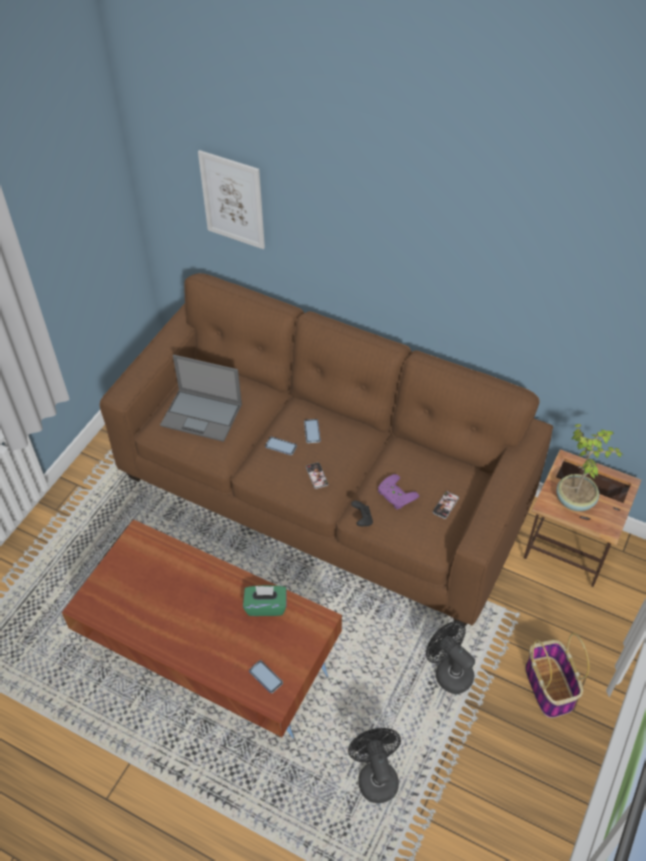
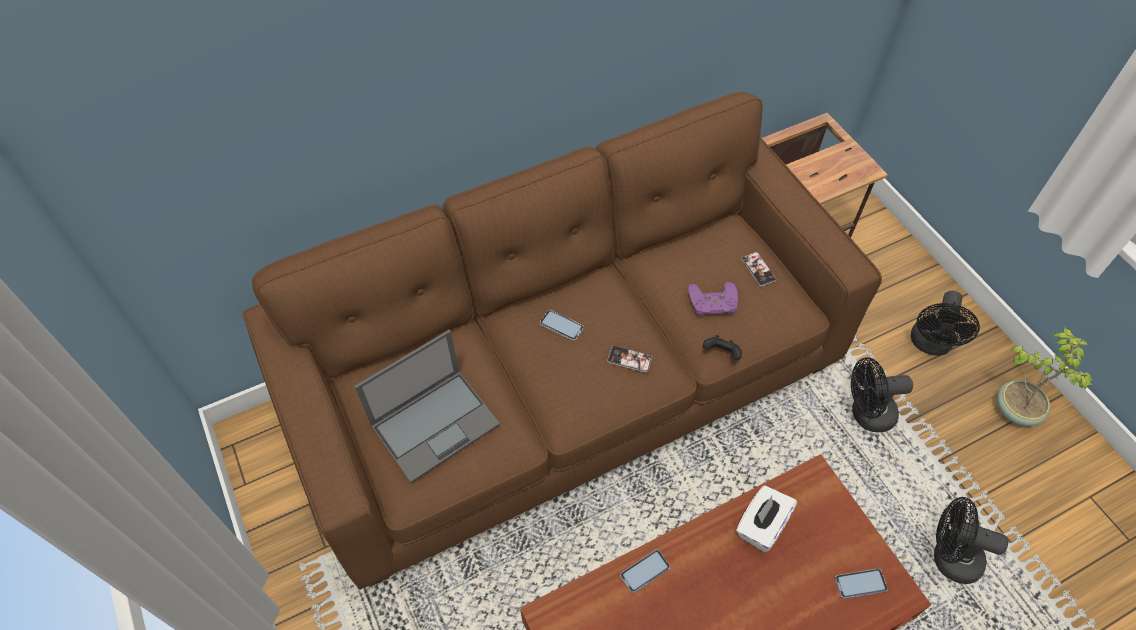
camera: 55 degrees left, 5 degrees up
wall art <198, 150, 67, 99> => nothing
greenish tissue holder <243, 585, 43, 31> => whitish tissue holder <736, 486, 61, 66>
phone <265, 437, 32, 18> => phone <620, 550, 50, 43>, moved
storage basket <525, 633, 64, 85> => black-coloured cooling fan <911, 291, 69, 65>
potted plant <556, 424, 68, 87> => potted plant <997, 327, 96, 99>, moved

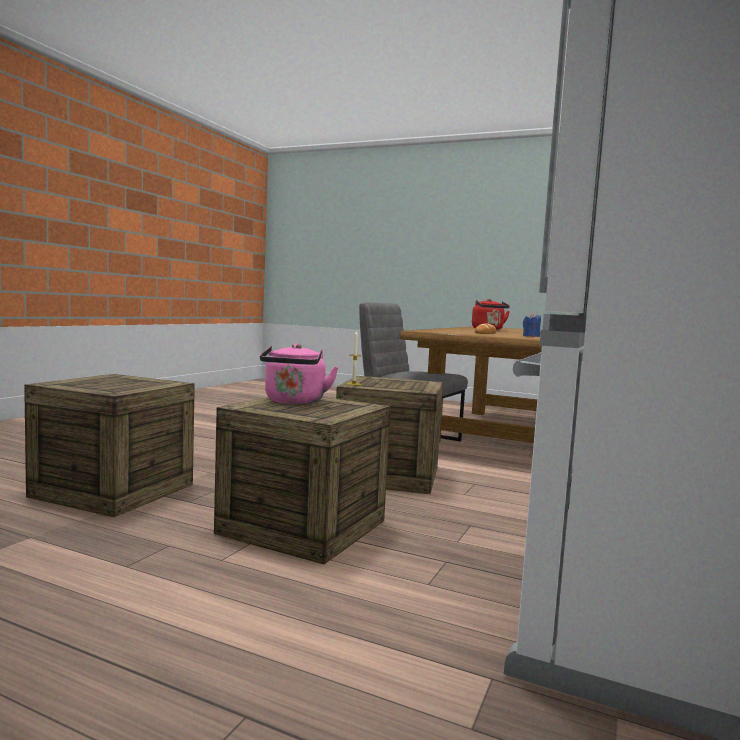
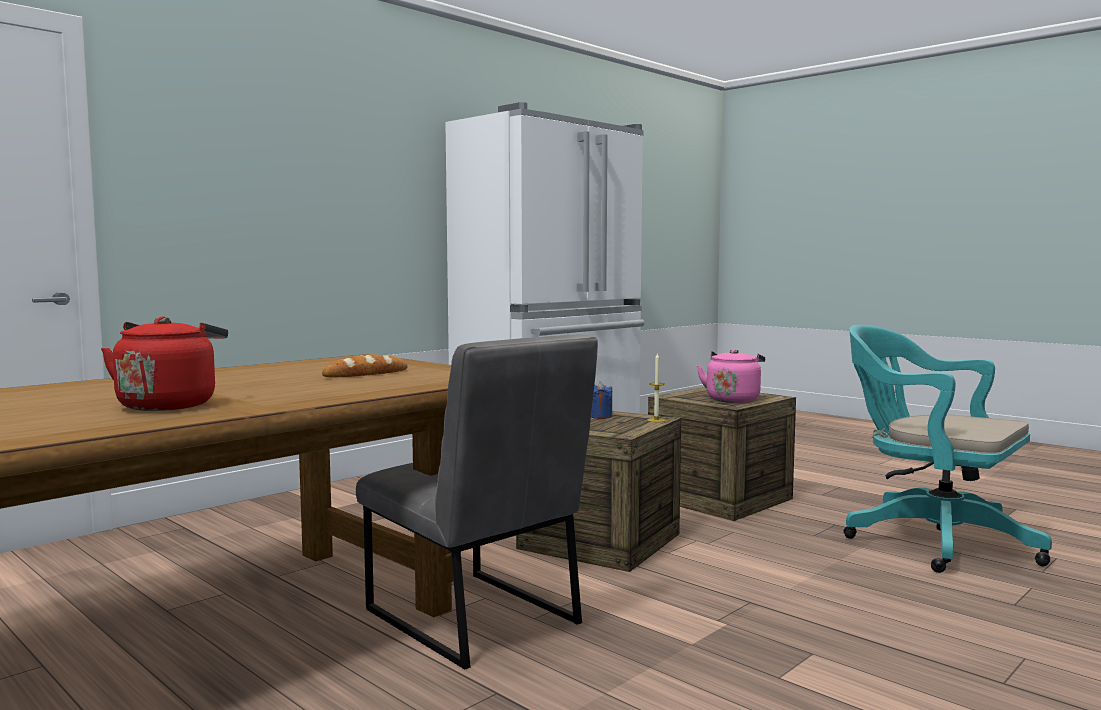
camera: 160 degrees left, 0 degrees up
crate <24, 374, 171, 143> => blue-green computer chair <843, 325, 209, 248>
blue wax candle <523, 313, 18, 24> => blue wax candle <591, 382, 21, 37>, moved

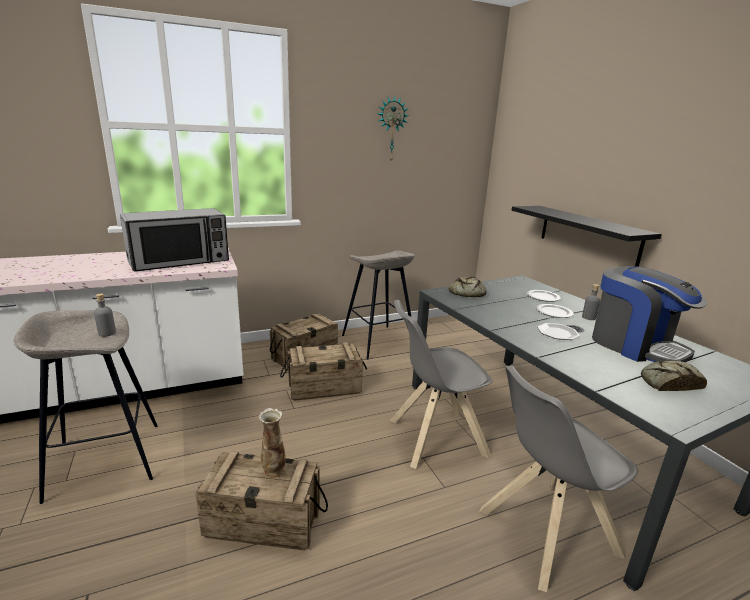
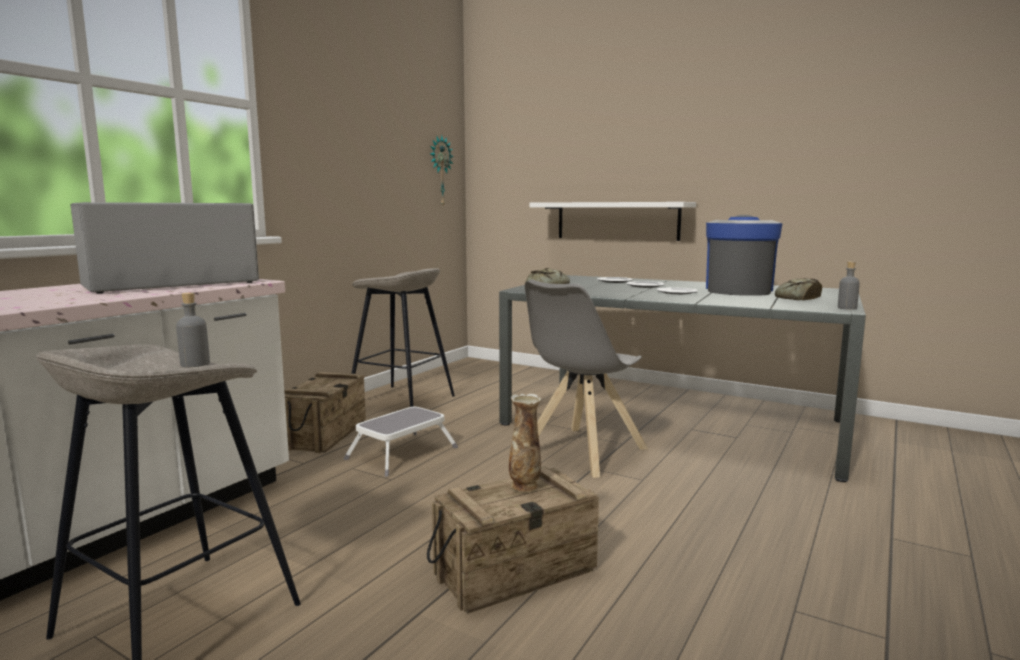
camera: 35 degrees left, 10 degrees down
kitchen microwave <120, 208, 109, 64> => kitchen microwave <71, 202, 188, 92>, 150 degrees counterclockwise
crate <280, 342, 87, 59> => gray step stool <343, 407, 115, 70>
clock on the wall <378, 95, 31, 66> => clock on the wall <430, 135, 24, 70>, moved
gray chair <479, 365, 159, 227> => nothing
black-coloured bracket shelf <512, 206, 150, 61> => whitish bracket shelf <529, 202, 167, 39>
gray drink bottle <582, 284, 18, 36> => gray drink bottle <838, 261, 22, 49>, moved
coffee machine <592, 266, 115, 97> => coffee machine <706, 215, 77, 81>, 90 degrees counterclockwise

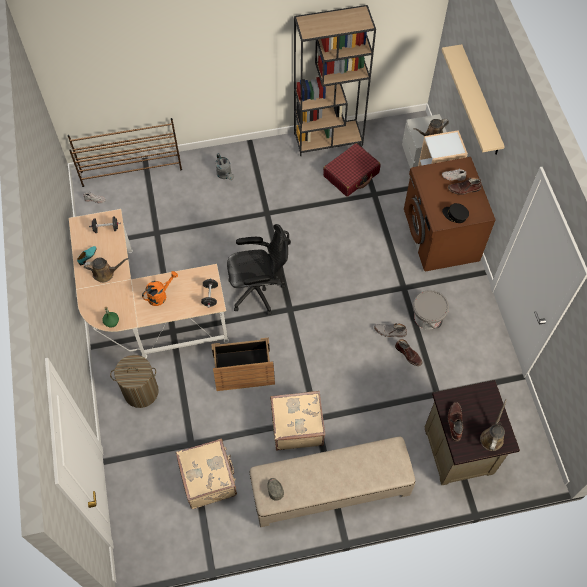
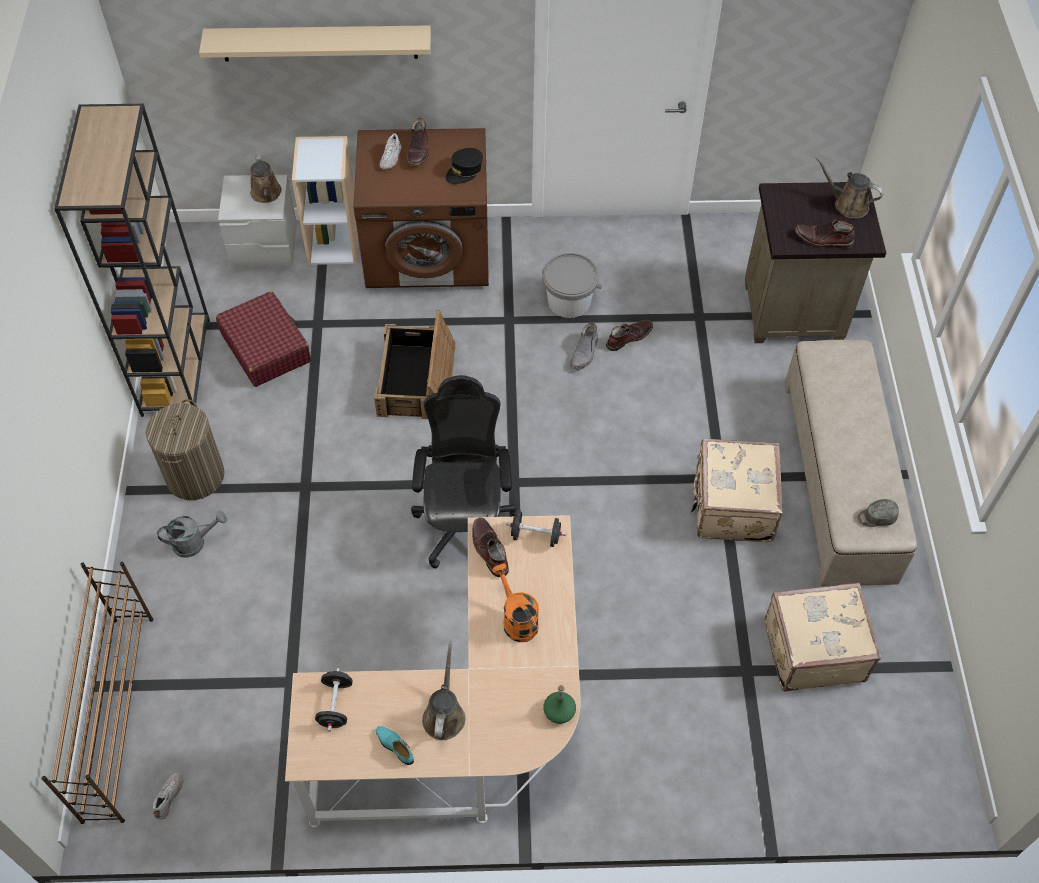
camera: 80 degrees left, 5 degrees down
hamper <110, 355, 49, 53> => hamper <146, 399, 79, 101>, moved
crate <212, 338, 63, 53> => crate <374, 310, 82, 109>, moved
nothing => brownish boot <472, 517, 37, 60>

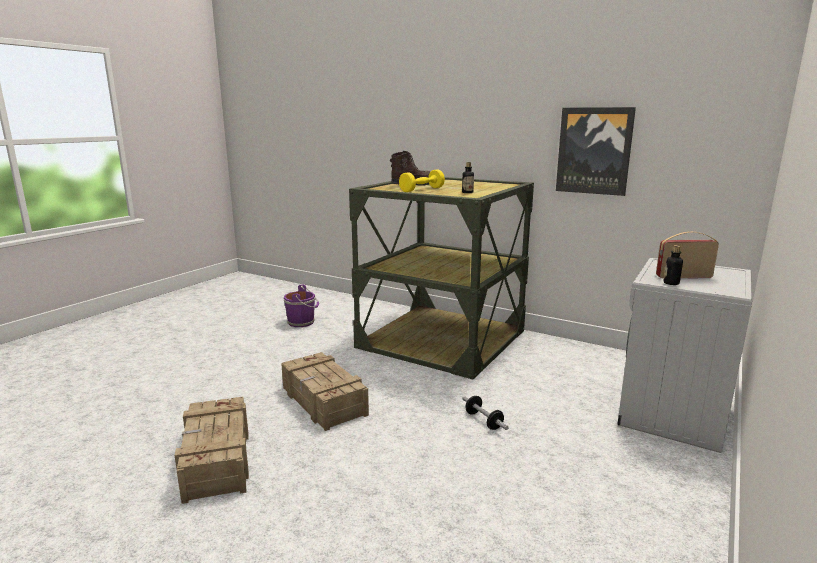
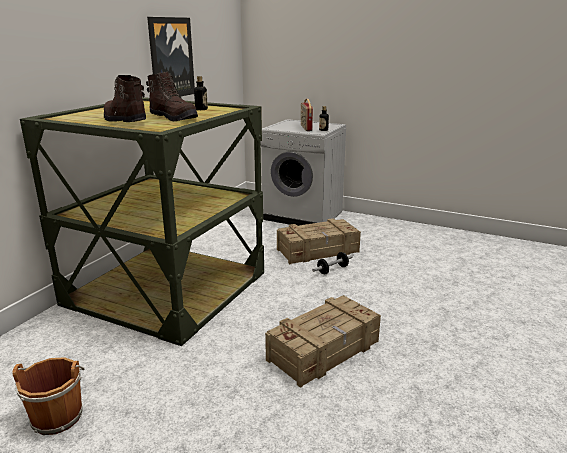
camera: 95 degrees left, 5 degrees up
crate <174, 397, 75, 107> => crate <277, 218, 84, 46>, moved
purple-coloured water bucket <284, 284, 35, 43> => brownish water bucket <12, 357, 72, 78>
yellow-coloured dumbbell <399, 169, 46, 23> => brownish boot <146, 72, 52, 49>

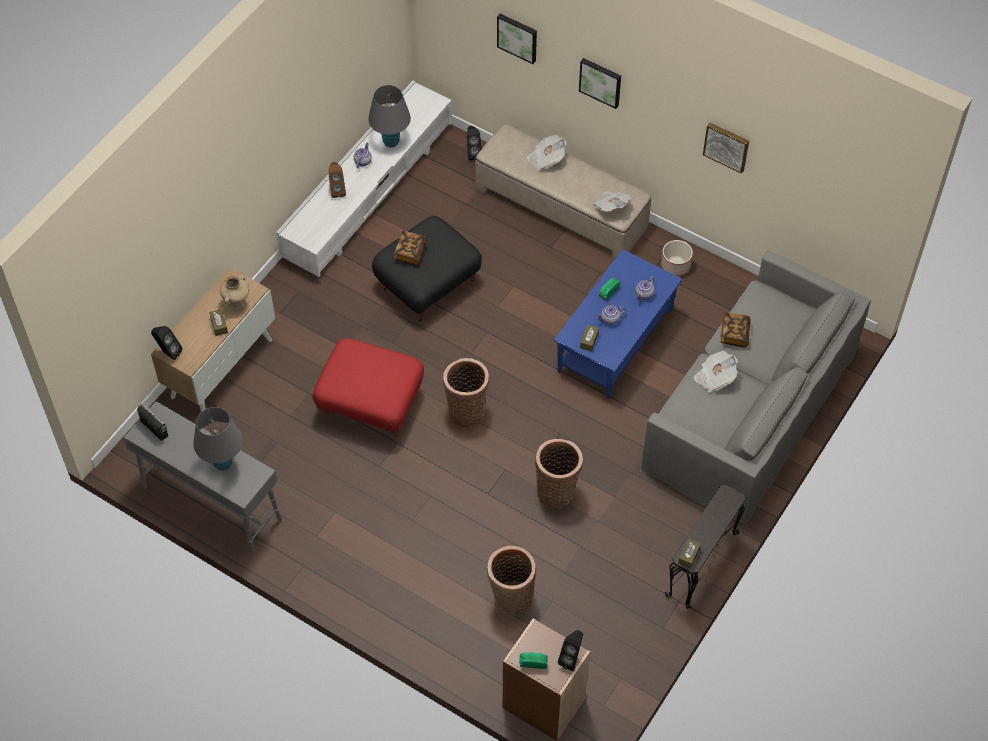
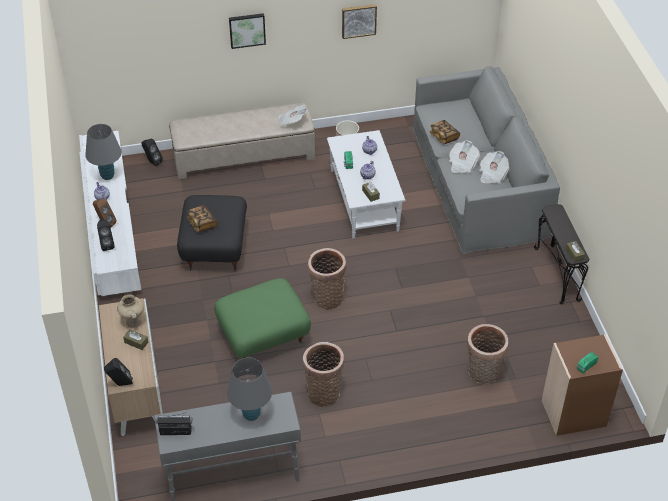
camera: 45 degrees left, 10 degrees down
red ottoman <312, 338, 112, 99> => greenish ottoman <214, 278, 97, 81>
wall art <497, 14, 40, 50> => nothing
newspaper <527, 135, 40, 36> => newspaper <479, 151, 30, 33>, moved
storage basket <535, 439, 48, 69> => storage basket <303, 342, 41, 65>, moved
blue coffee table <554, 249, 128, 150> => whitish coffee table <327, 130, 78, 109>
black-coloured audio speaker <558, 630, 25, 41> => black-coloured audio speaker <97, 219, 18, 32>, moved

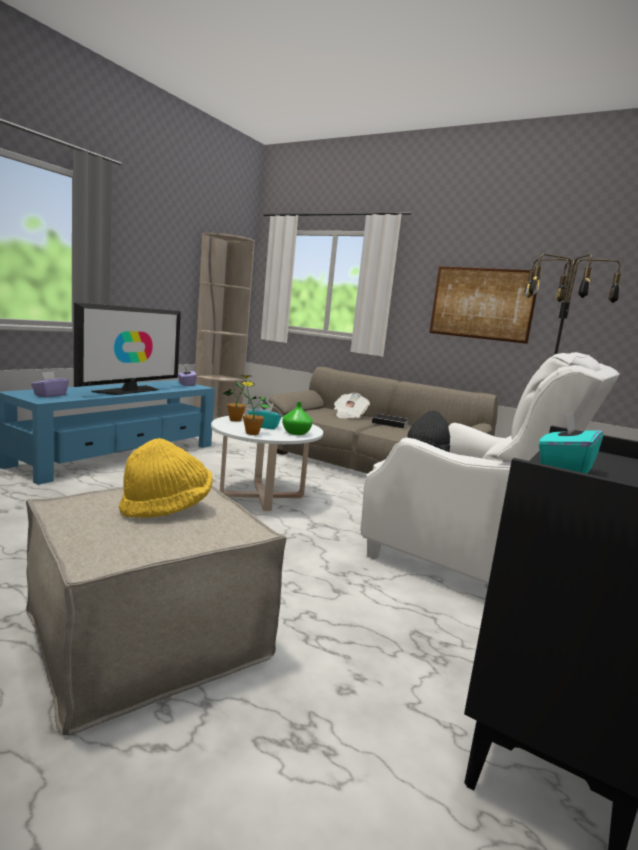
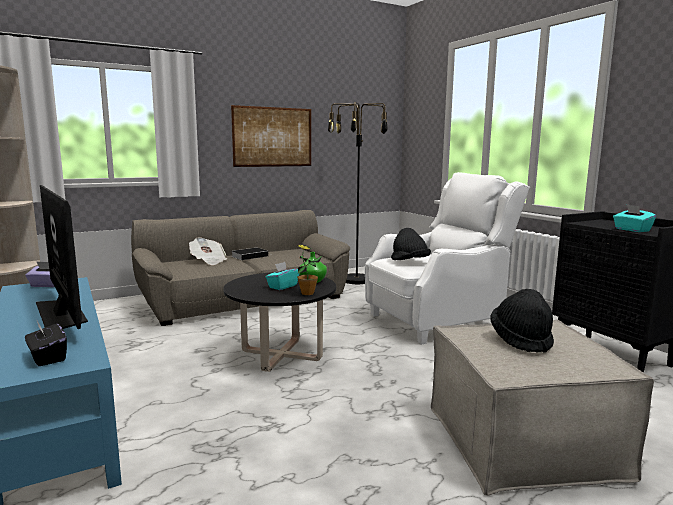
camera: 60 degrees left, 0 degrees up
purple-coloured tissue holder <31, 372, 38, 25> => black-coloured tissue holder <25, 321, 42, 45>
yellow-coloured hat <119, 438, 94, 80> => black-coloured hat <490, 289, 64, 64>
whitish coffee table <211, 415, 112, 96> => black-coloured coffee table <223, 272, 113, 100>
potted plant <223, 375, 28, 47> => nothing

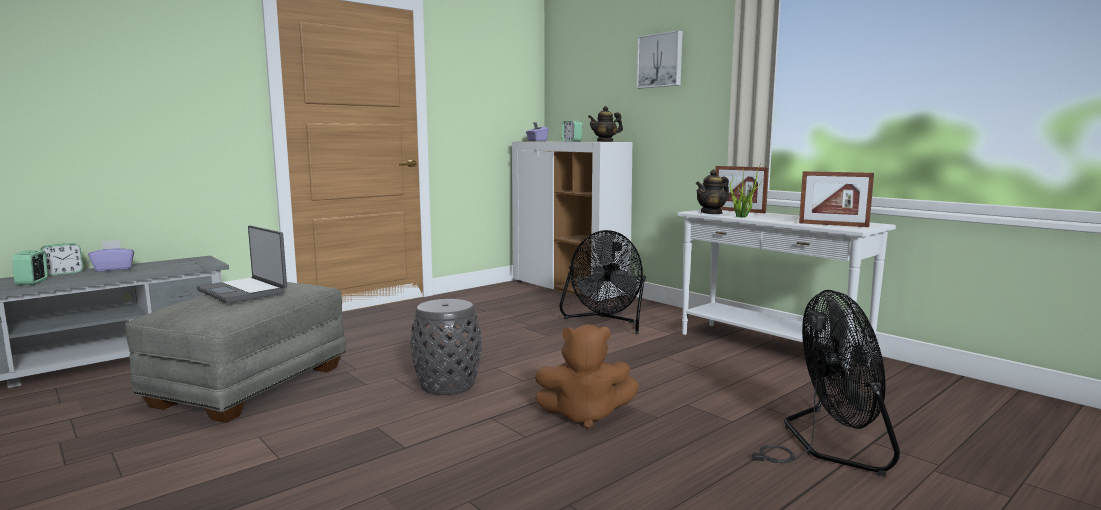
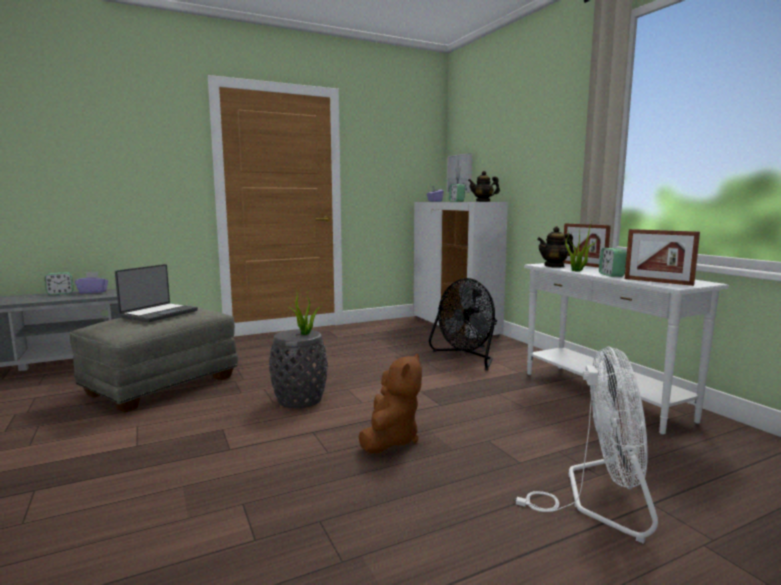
camera: 15 degrees right, 0 degrees up
alarm clock <12, 250, 36, 35> => alarm clock <599, 248, 28, 29>, moved
notebook computer <196, 225, 91, 78> => notebook computer <115, 264, 83, 58>, 120 degrees counterclockwise
brownish cuddly toy <535, 324, 104, 105> => brownish cuddly toy <359, 353, 63, 101>, 90 degrees counterclockwise
wall art <637, 30, 46, 59> => wall art <447, 153, 25, 40>, moved
black-coloured cooling fan <750, 290, 150, 187> => whitish cooling fan <513, 346, 145, 198>
nothing => potted plant <286, 288, 36, 47>

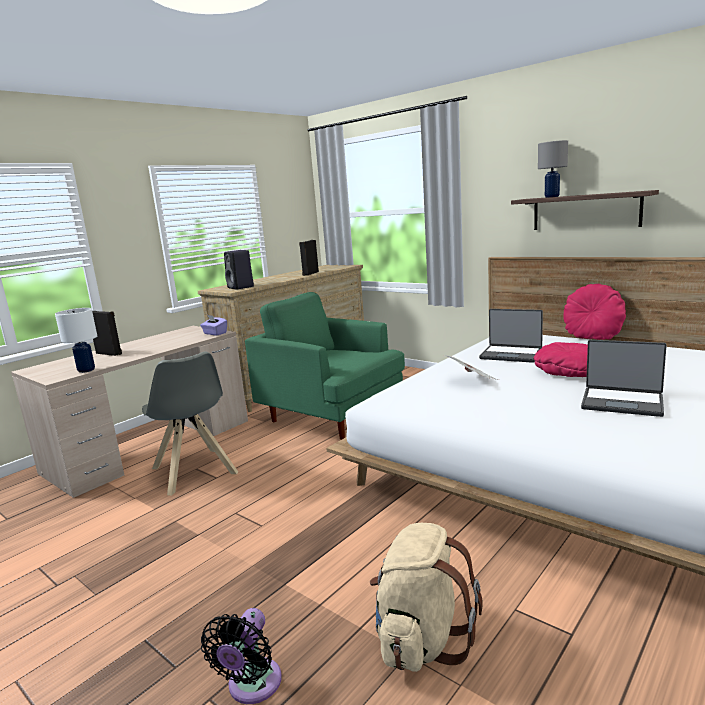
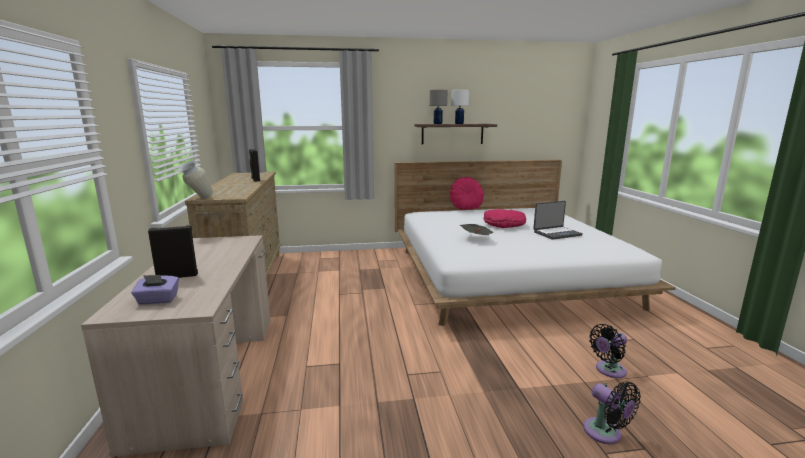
camera: 50 degrees left, 0 degrees up
whitish table lamp <55, 308, 42, 65> => whitish table lamp <451, 89, 18, 35>, moved
gray chair <142, 352, 96, 144> => nothing
purple-coloured tissue holder <200, 315, 27, 21> => purple-coloured tissue holder <131, 275, 48, 30>, moved
black-coloured audio speaker <224, 250, 30, 40> => nothing
greenish lounge chair <245, 292, 160, 148> => nothing
sand-coloured backpack <370, 523, 113, 149> => black-coloured cooling fan <589, 324, 38, 54>
notebook computer <479, 309, 64, 54> => nothing
nothing => flower vase <178, 161, 35, 37>

